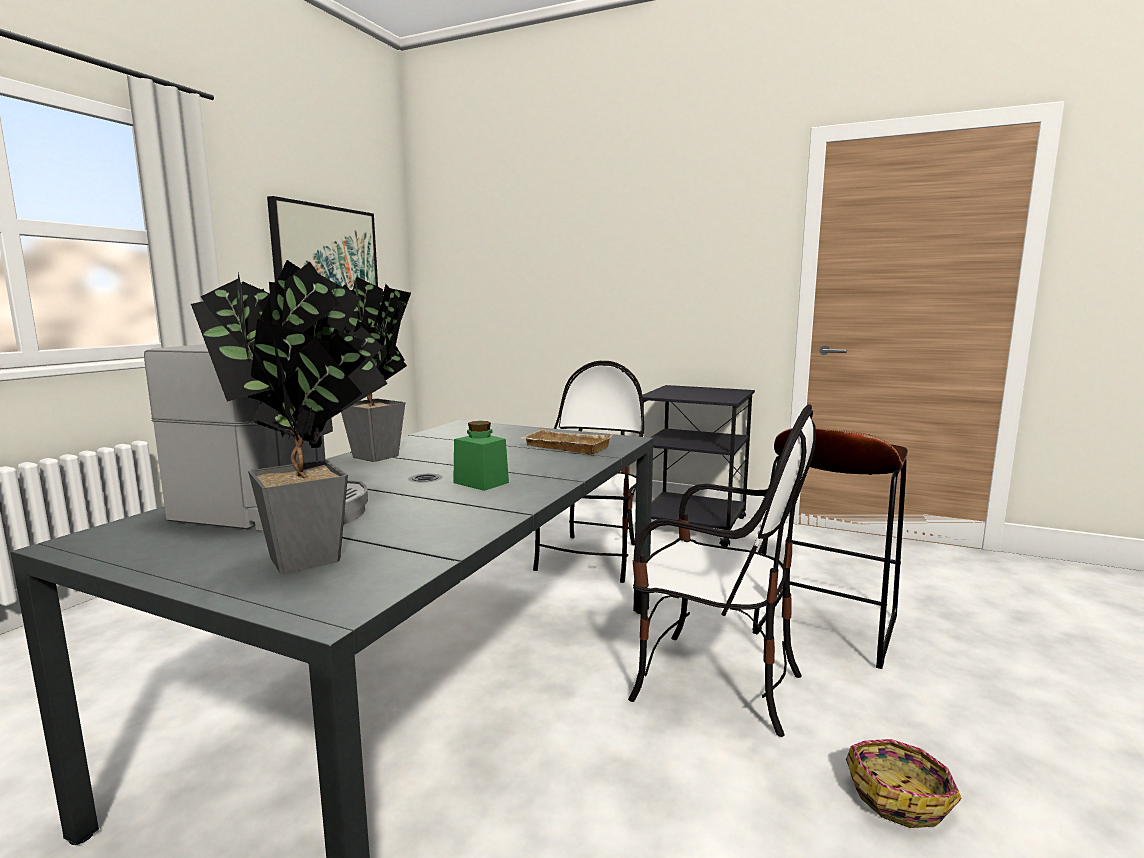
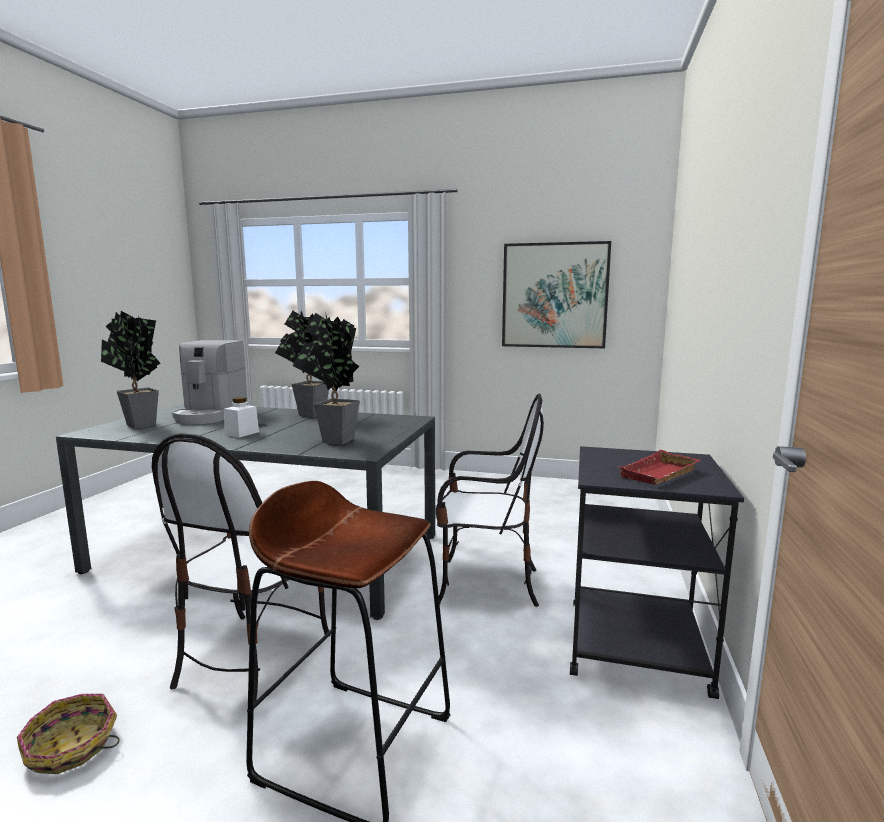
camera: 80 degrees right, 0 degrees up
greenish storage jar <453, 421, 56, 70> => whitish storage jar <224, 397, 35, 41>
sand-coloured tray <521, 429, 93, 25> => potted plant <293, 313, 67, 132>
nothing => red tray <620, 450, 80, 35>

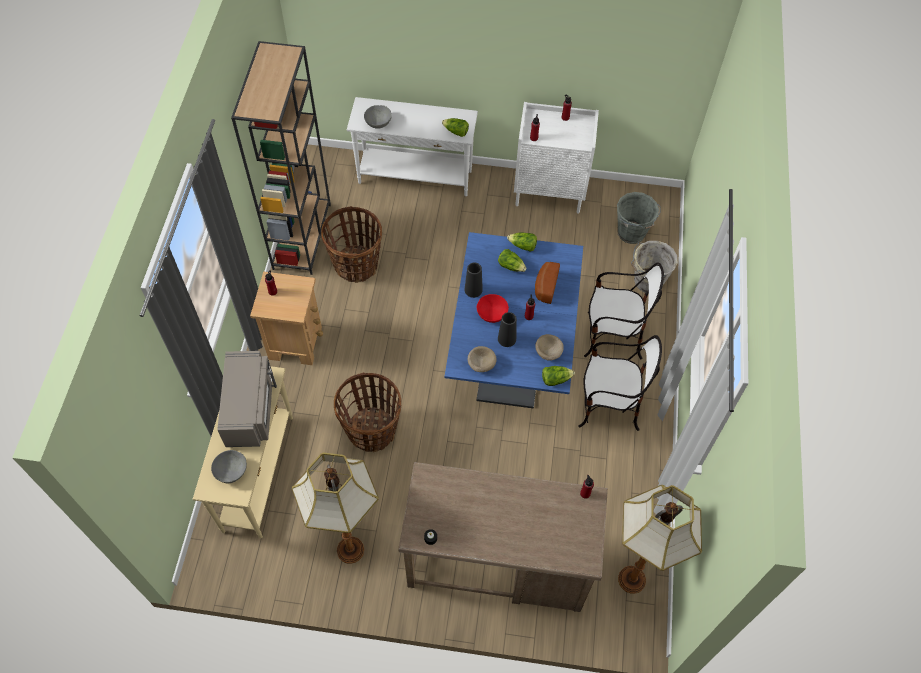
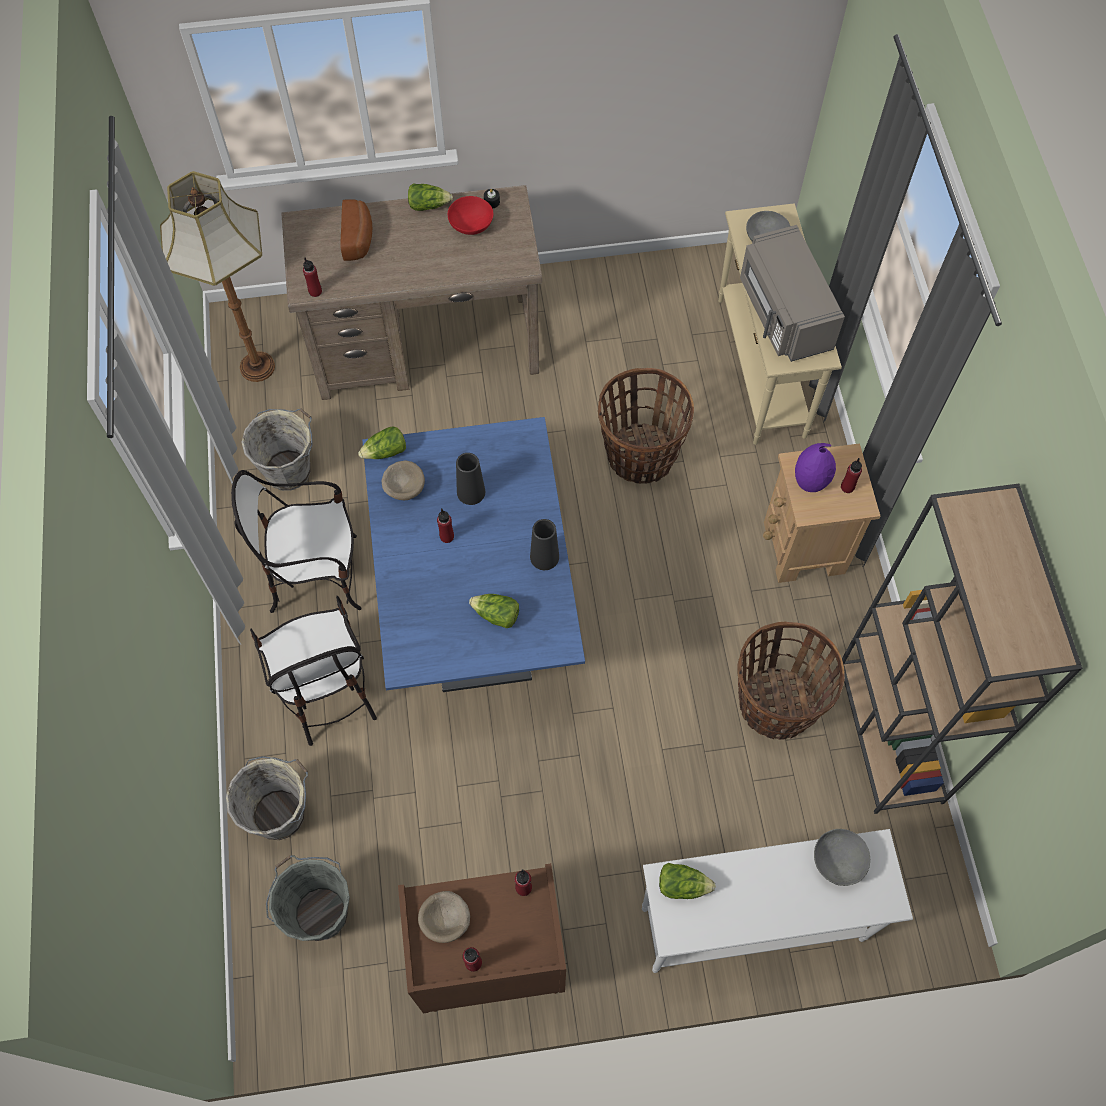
camera: 165 degrees right, 5 degrees up
standing lamp <292, 452, 87, 112> => nothing
sand-coloured serving bowl <468, 346, 29, 26> => sand-coloured serving bowl <418, 891, 52, 52>, moved
red serving bowl <477, 294, 32, 29> => red serving bowl <448, 196, 45, 39>, moved
lettuce <507, 232, 30, 20> => lettuce <408, 184, 45, 27>, moved
whitish cupboard <514, 102, 85, 112> => brownish cupboard <398, 863, 168, 151>
baked bread <535, 262, 25, 42> => baked bread <340, 199, 32, 62>, moved
chair <584, 262, 80, 97> => chair <250, 596, 127, 150>, 105 degrees counterclockwise
nothing => gray water bucket <241, 408, 72, 83>
nothing => purple-coloured flower vase <795, 443, 41, 49>

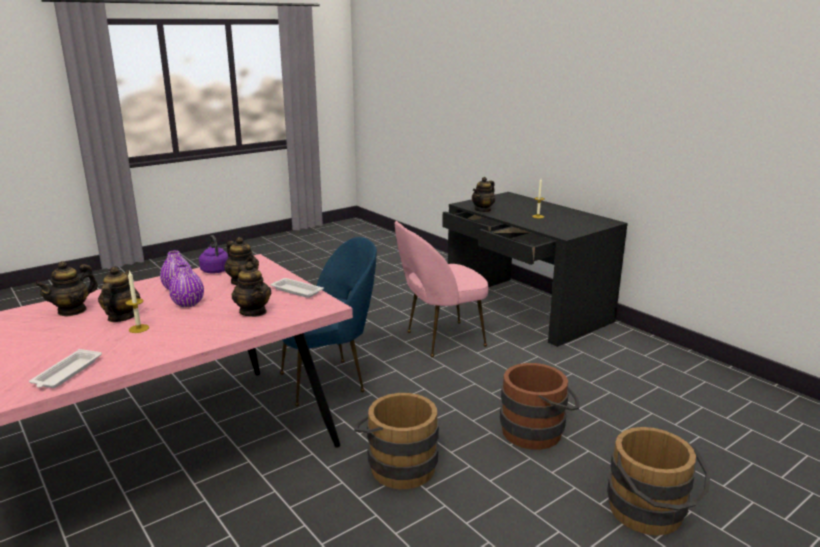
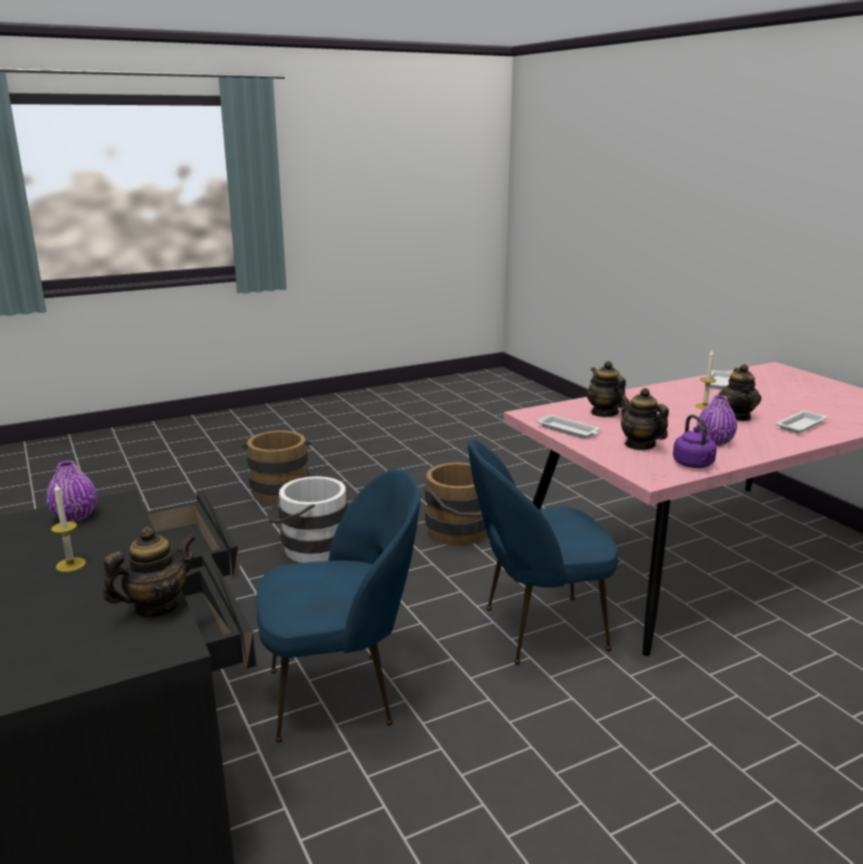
camera: 170 degrees left, 0 degrees up
tea pot <35, 261, 63, 56> => whitish tray <775, 411, 53, 23>
purple-coloured flower vase <169, 264, 35, 43> => purple-coloured flower vase <46, 461, 51, 61>, moved
pink chair <395, 221, 94, 137> => blue chair <257, 469, 164, 274>
brownish water bucket <500, 363, 80, 87> => whitish water bucket <267, 476, 81, 87>

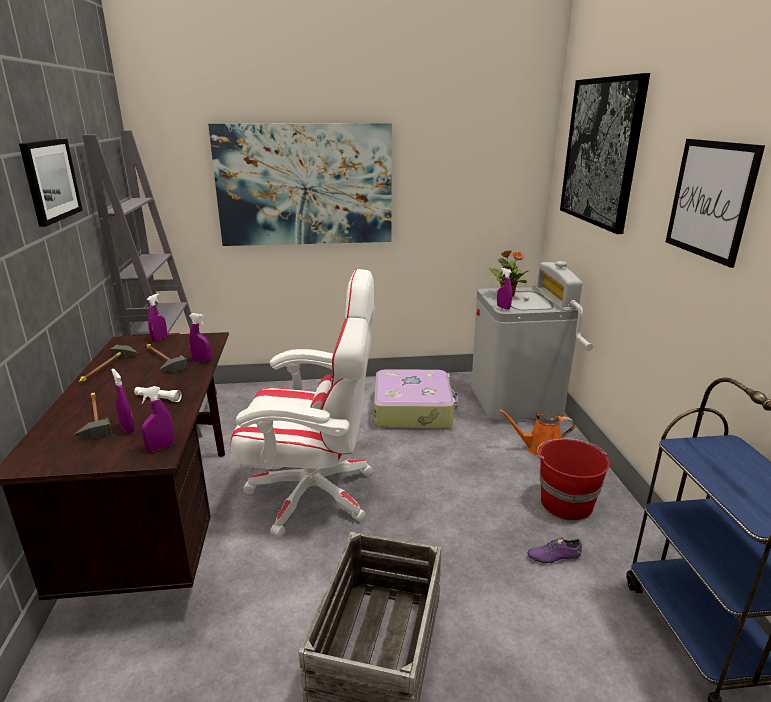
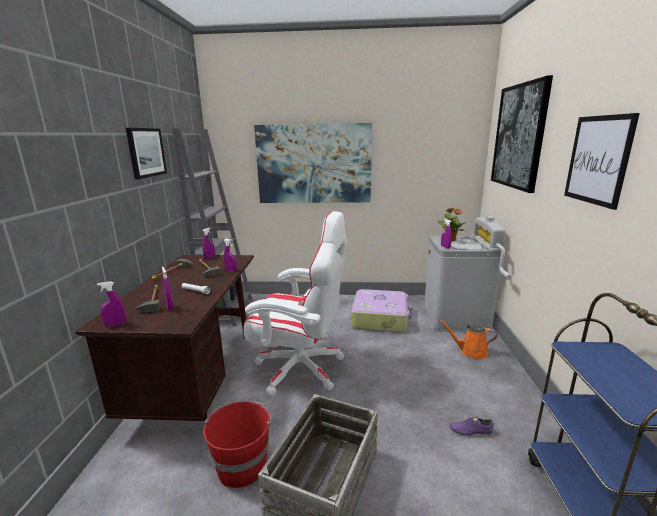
camera: 10 degrees right, 5 degrees down
purple-coloured sprayer <138, 386, 36, 66> => purple-coloured sprayer <97, 281, 29, 46>, moved
red water bucket <537, 439, 73, 81> => red water bucket <203, 401, 69, 87>, moved

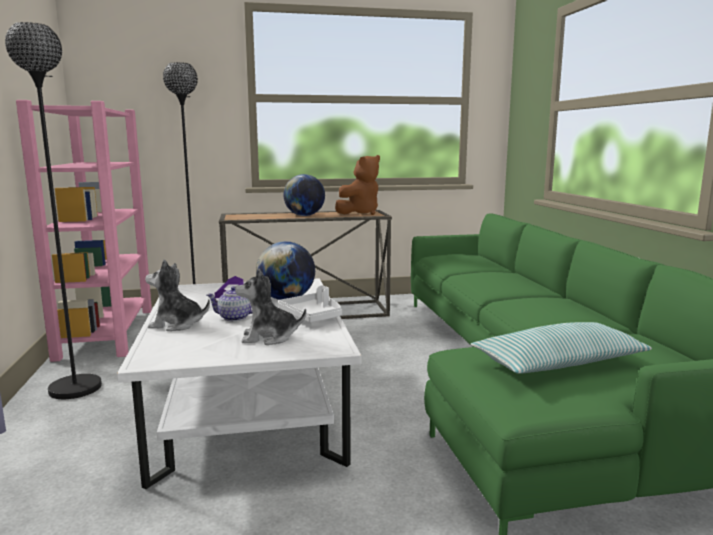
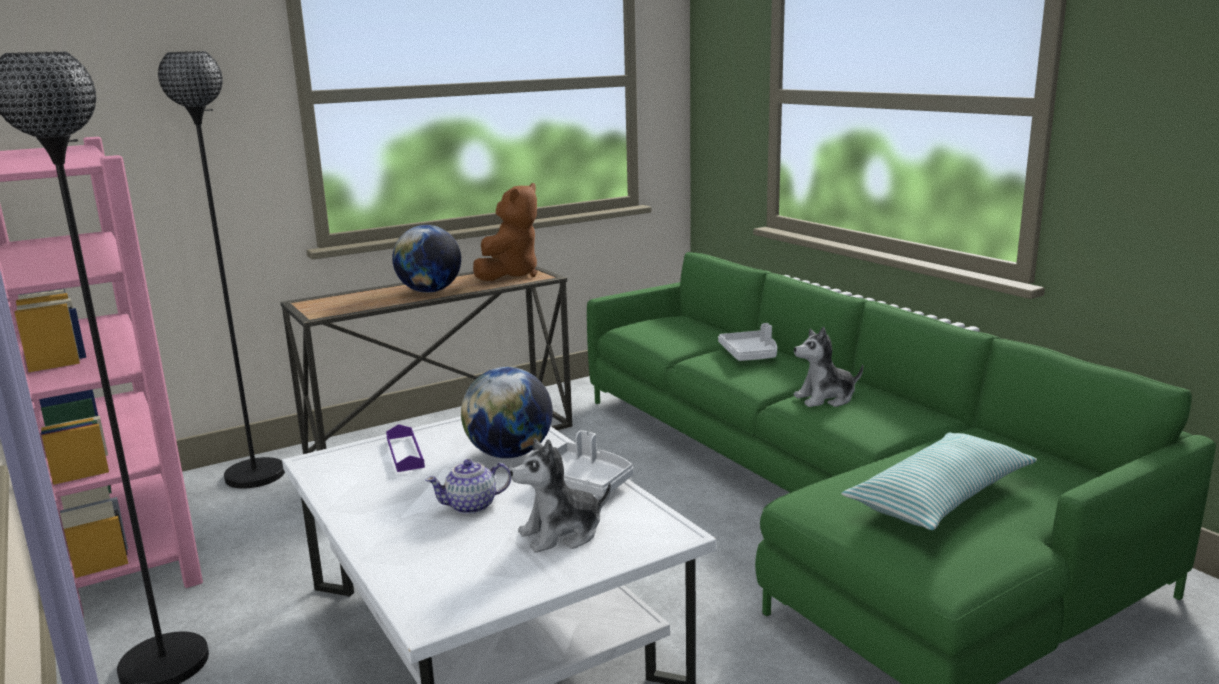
camera: 20 degrees left, 5 degrees up
cuddly toy <145, 259, 65, 72> => cuddly toy <794, 327, 69, 80>, moved
nothing => whitish tray <718, 323, 59, 38>

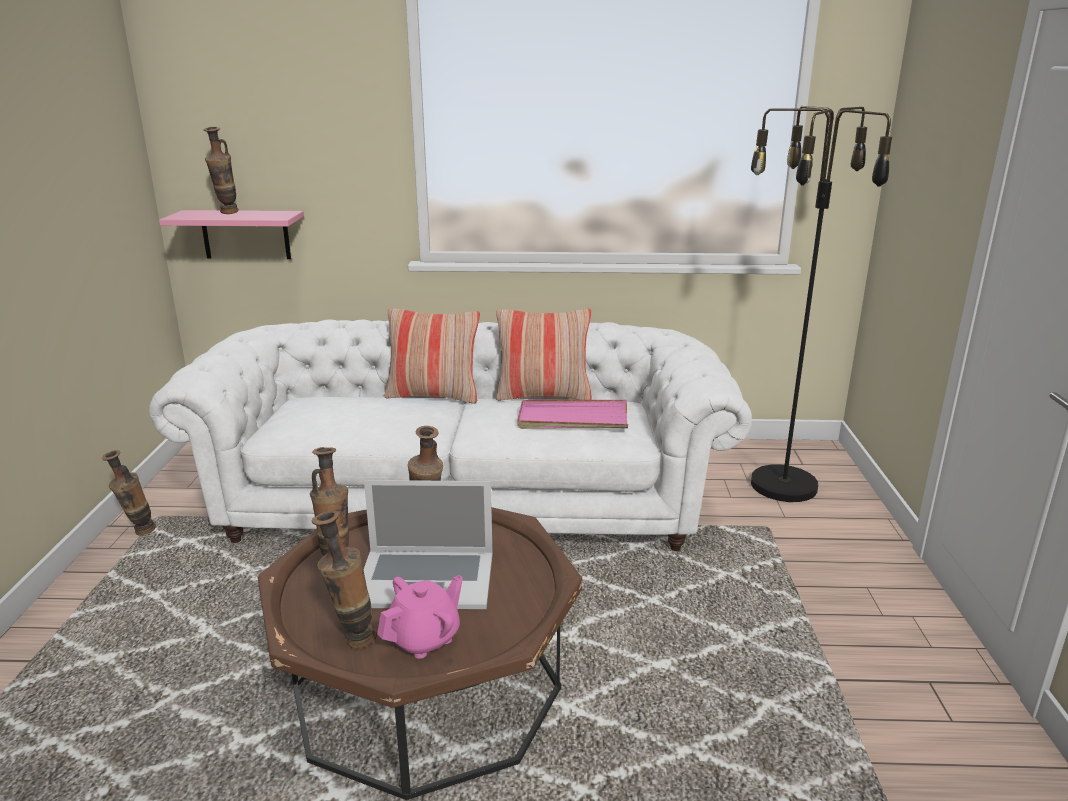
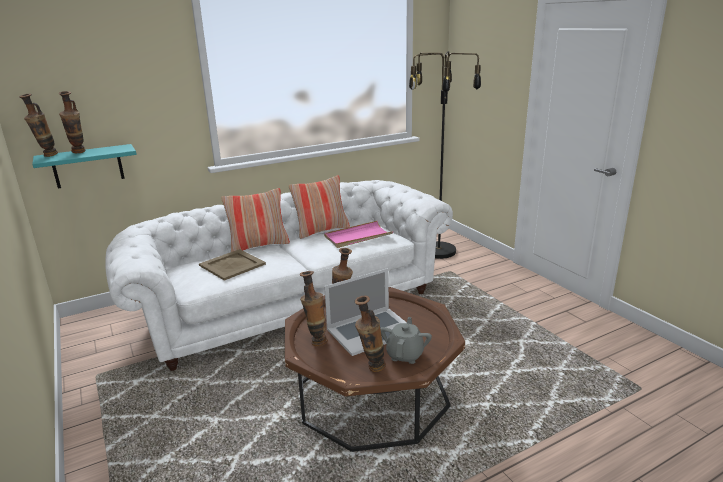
camera: 30 degrees left, 0 degrees up
flower vase <102, 450, 54, 86> => flower vase <19, 94, 39, 63>, moved
pink bracket shelf <159, 210, 145, 49> => blue-green bracket shelf <32, 144, 105, 45>
pink tea pot <377, 575, 86, 84> => gray tea pot <380, 317, 52, 47>
nothing => sand-coloured tray <199, 249, 67, 32>

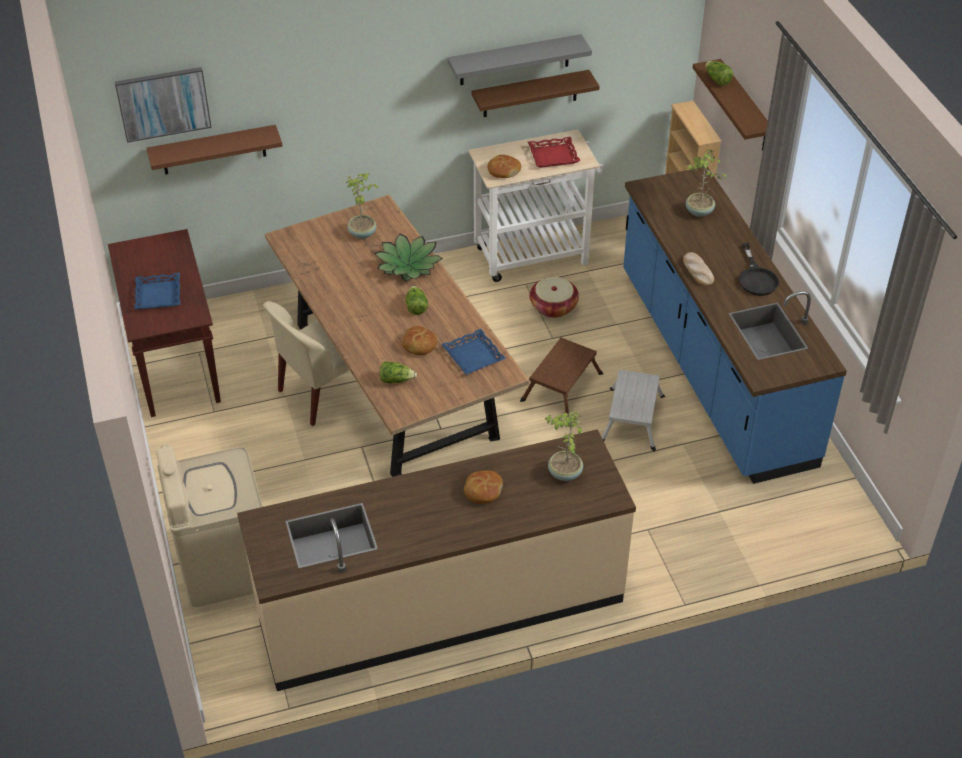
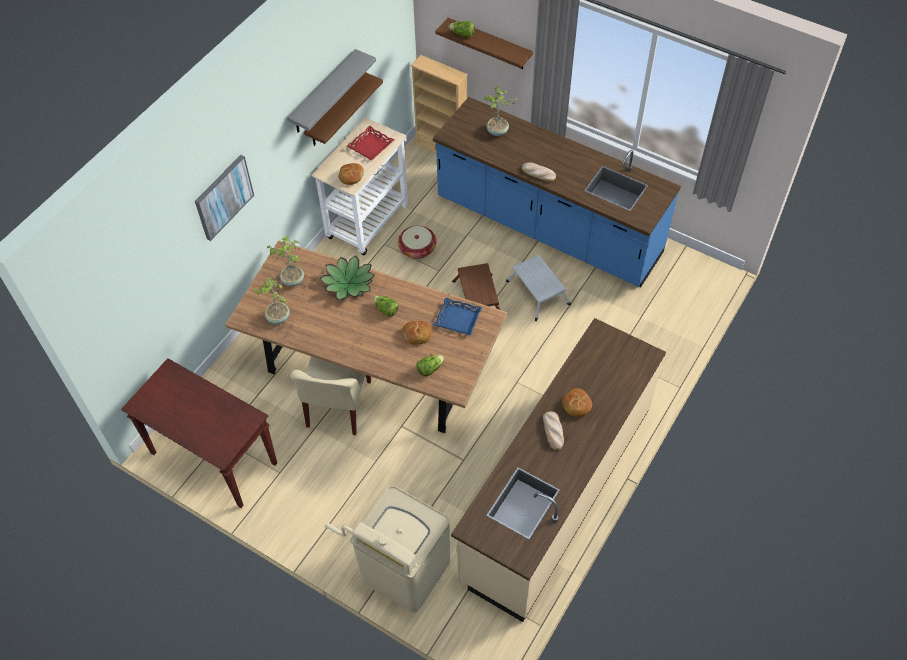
camera: 40 degrees left, 10 degrees up
wall art <115, 67, 97, 76> => wall art <195, 155, 59, 86>, moved
blue tray <135, 273, 45, 36> => nothing
brownish bracket shelf <147, 125, 135, 50> => nothing
potted plant <544, 411, 39, 70> => potted plant <253, 276, 37, 48>, moved
black-coloured frying pan <739, 243, 40, 53> => nothing
nothing => baked bread <543, 411, 21, 39>

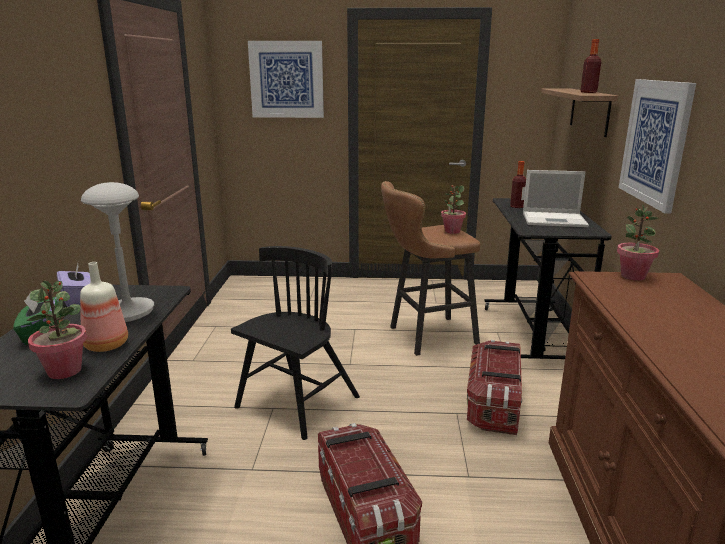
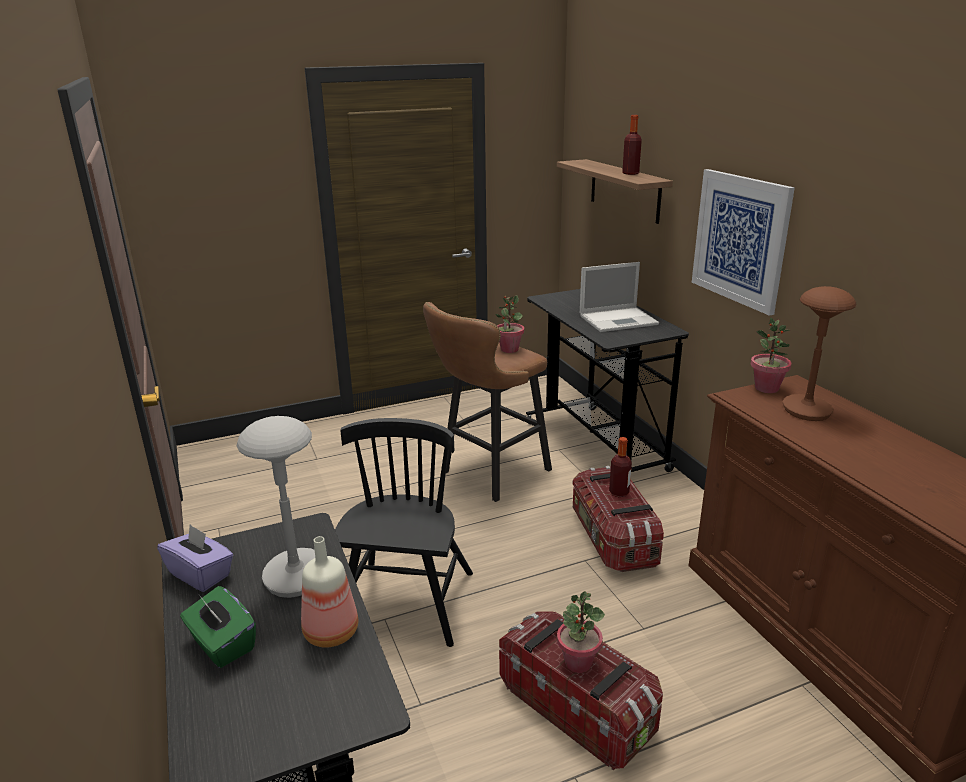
camera: 25 degrees left, 5 degrees up
potted plant <26, 281, 61, 98> => potted plant <557, 591, 48, 82>, moved
wall art <248, 41, 76, 77> => nothing
drink bottle <510, 161, 16, 47> => drink bottle <609, 437, 23, 60>, moved
nothing => brownish table lamp <782, 286, 74, 135>

